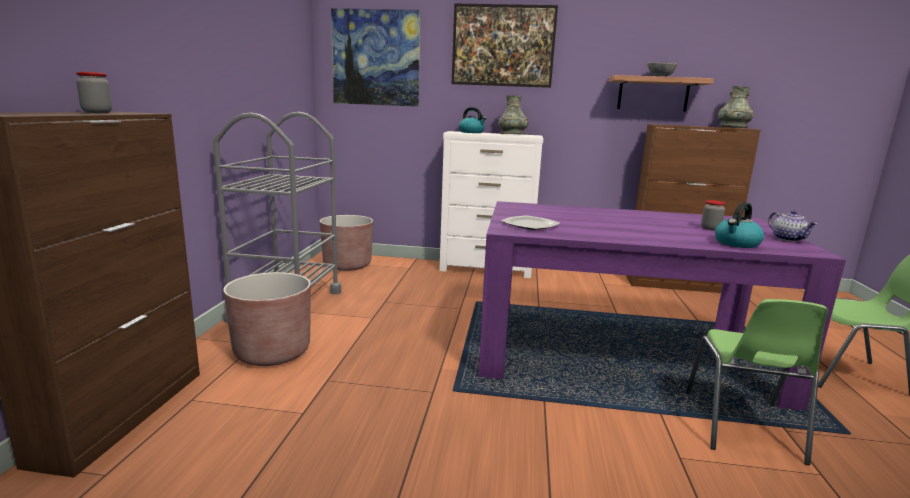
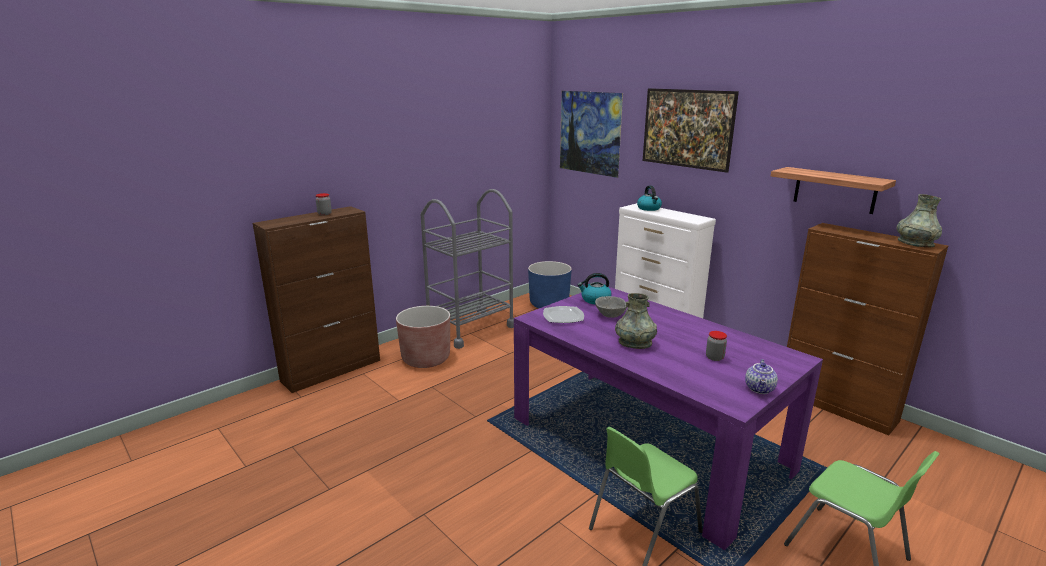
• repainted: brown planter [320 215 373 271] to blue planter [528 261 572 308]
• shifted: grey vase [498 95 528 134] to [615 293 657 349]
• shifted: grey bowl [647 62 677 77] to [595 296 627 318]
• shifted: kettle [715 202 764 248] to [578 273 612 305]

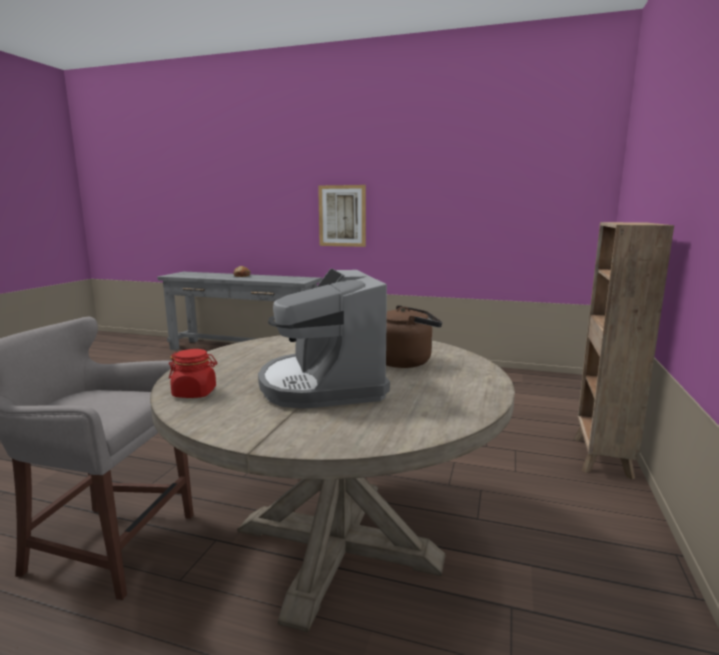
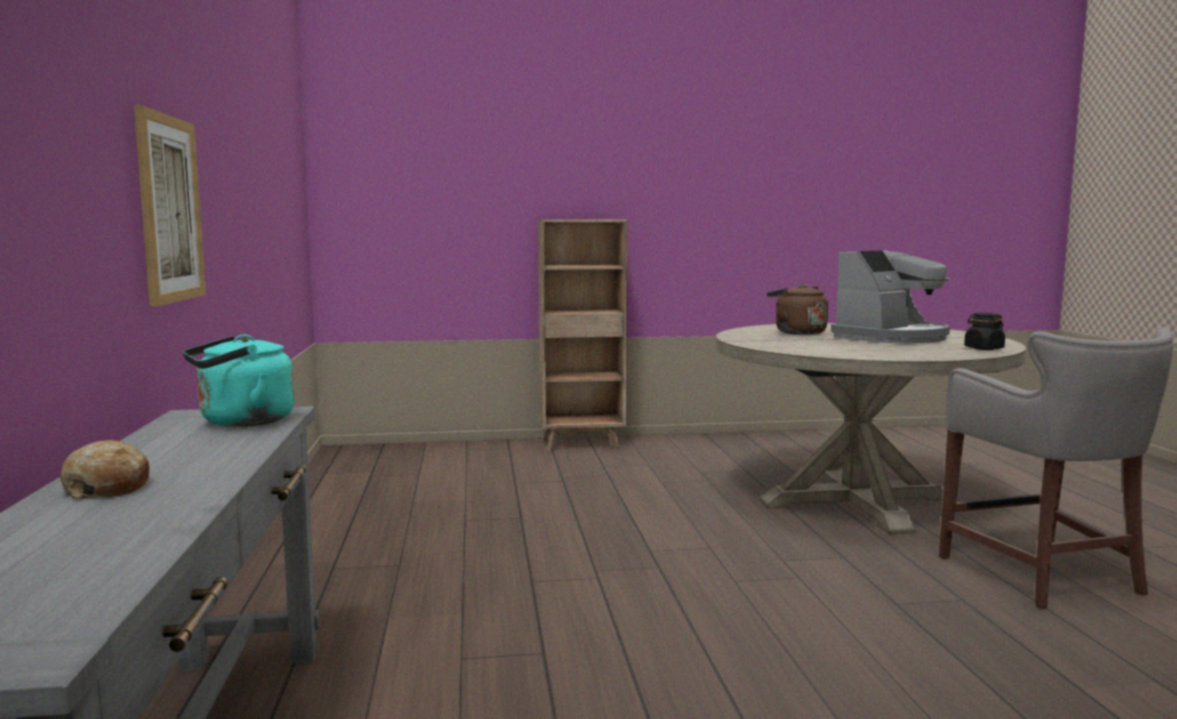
• repainted: red jar [169 349 217 398] to black jar [964 313 1005 350]
• new: turquoise kettle [183 335 295 427]

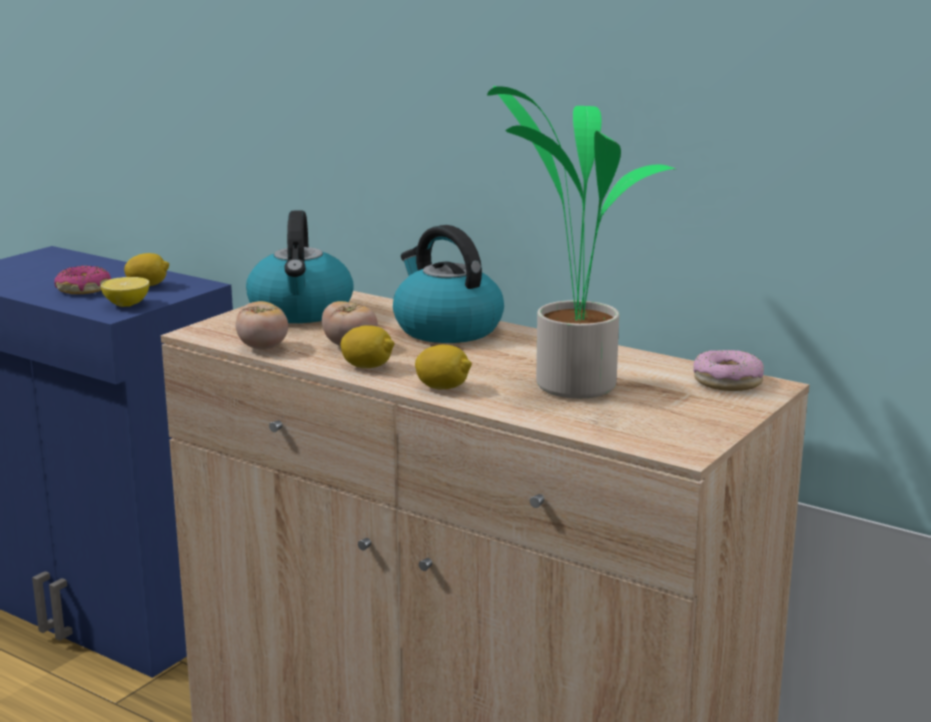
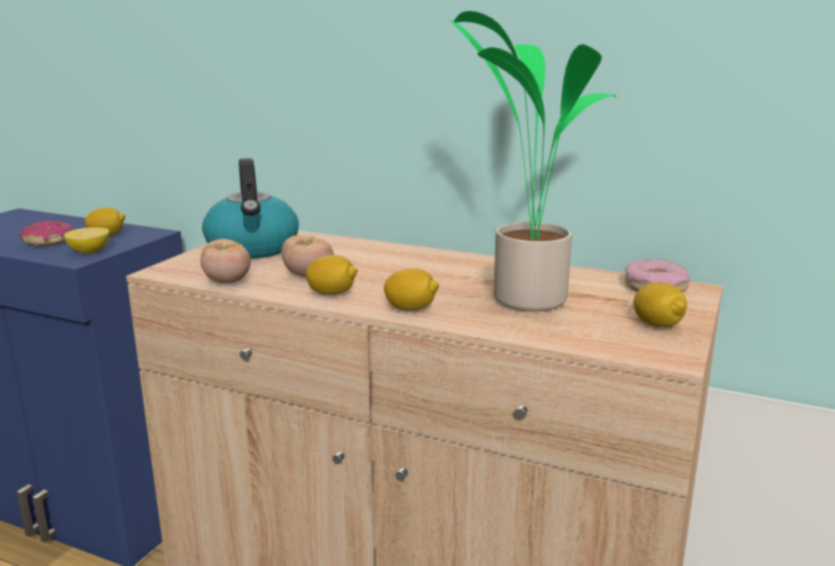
• gone: kettle [393 225 504 343]
• new: lemon [634 282 687 327]

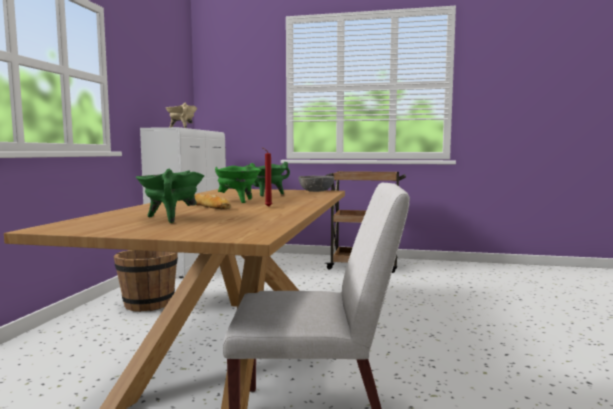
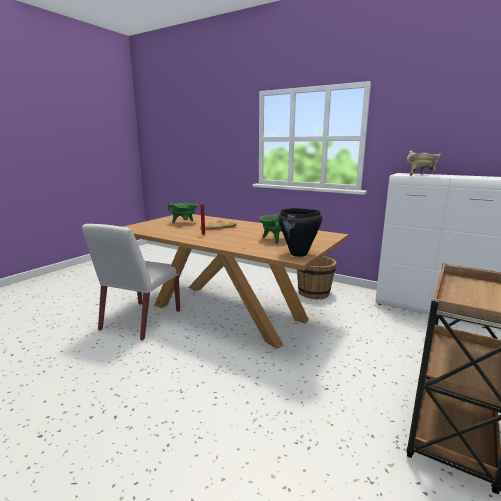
• gone: green cooking pot [215 163 261 203]
• swapped: grey bowl [299 176 334 192] to black cooking pot [278 208 322 257]

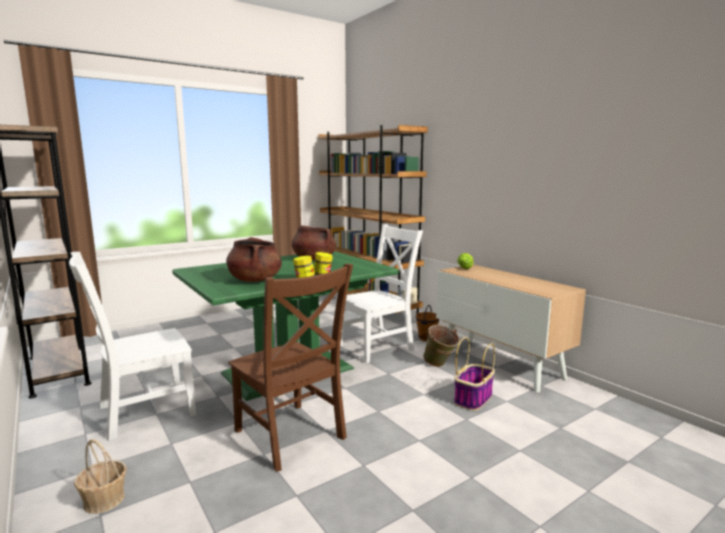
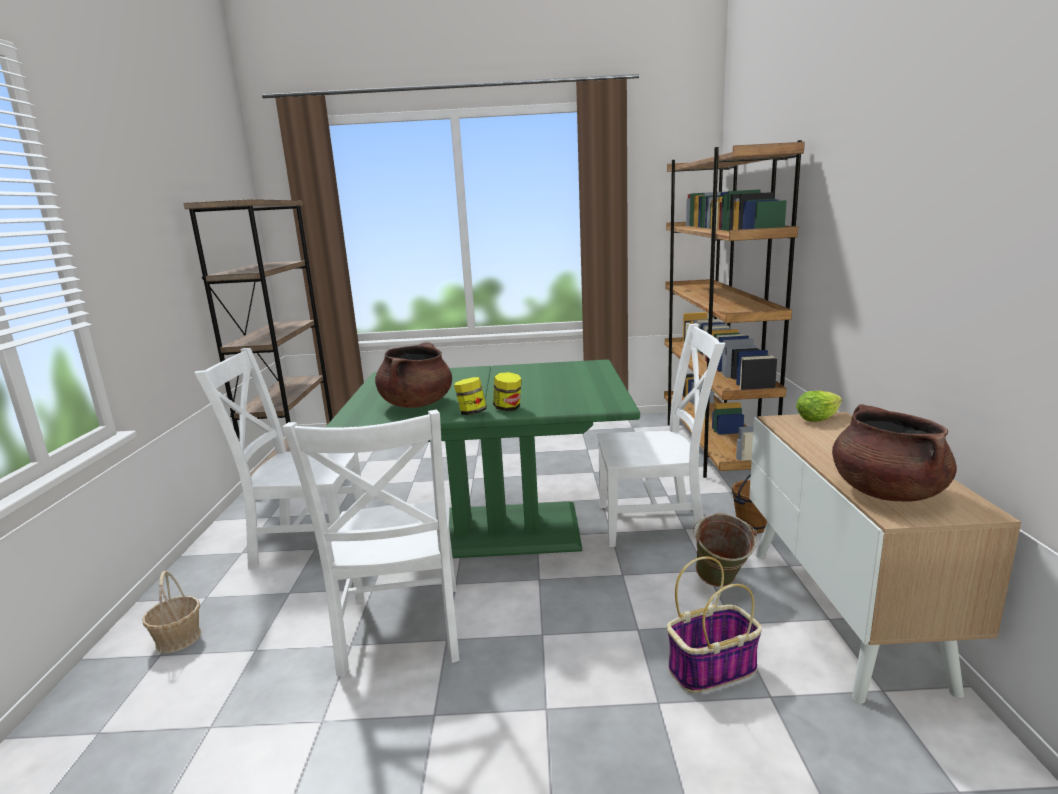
• repainted: brown chair [228 264 353 472] to white chair [282 410 459 677]
• shifted: brown cooking pot [292 225 336 260] to [832 404 957 502]

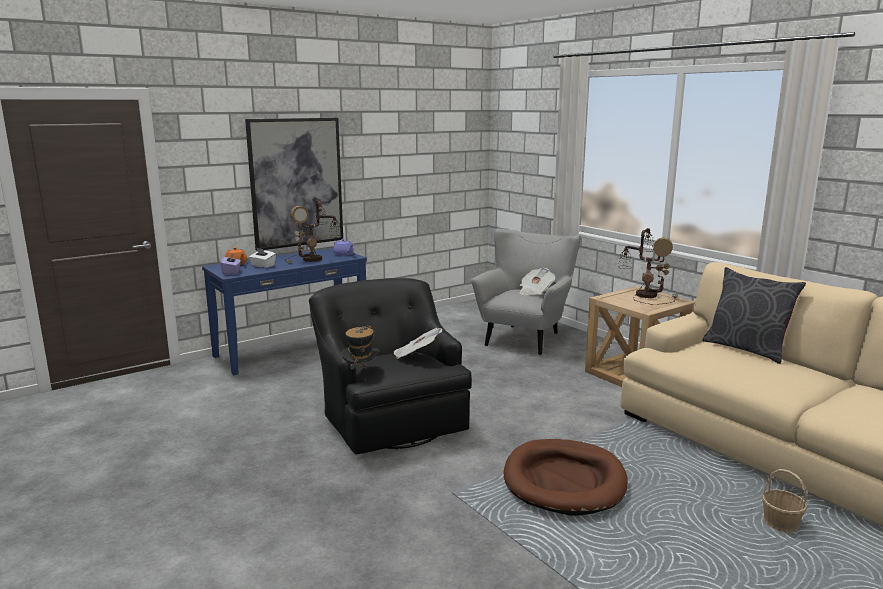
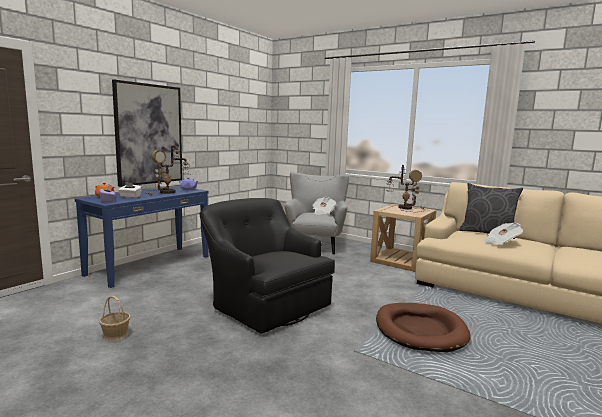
• gone: hat [341 325 379 381]
• shifted: newspaper [394 328 442 359] to [482 223 523 245]
• shifted: basket [762 469 807 532] to [99 296 130 341]

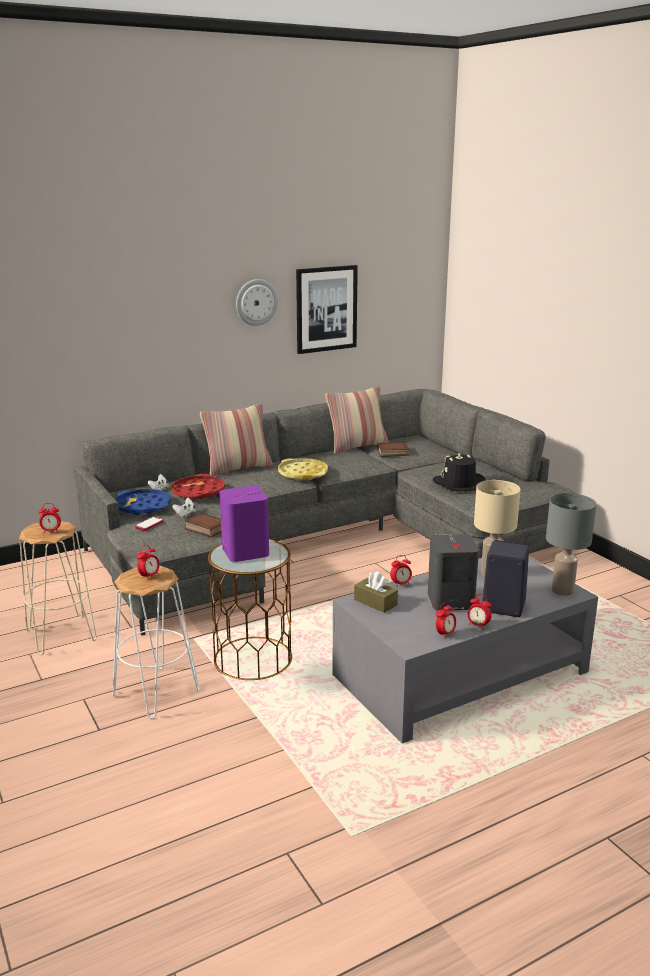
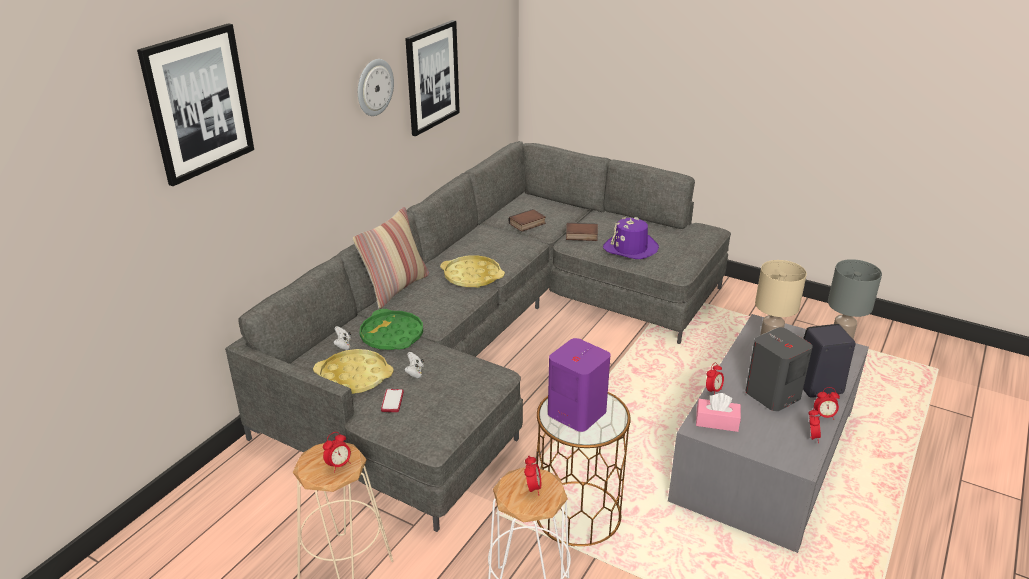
• repainted: blue tray [115 489 171 515] to yellow tray [313 349 394 394]
• repainted: red tray [171 474 225 499] to green tray [360 309 423 350]
• shifted: book [184 513 221 537] to [566 223 598 241]
• gone: pillow [325 386 389 454]
• repainted: brown tissue box [354 571 398 613] to pink tissue box [696 393 741 432]
• repainted: black hat [433 453 486 491] to purple hat [603 217 659 259]
• new: picture [137 23 254 186]

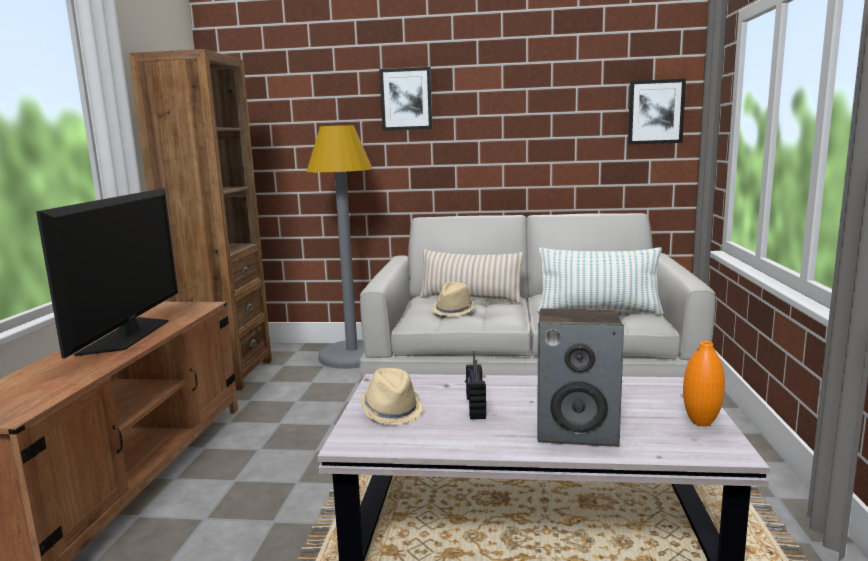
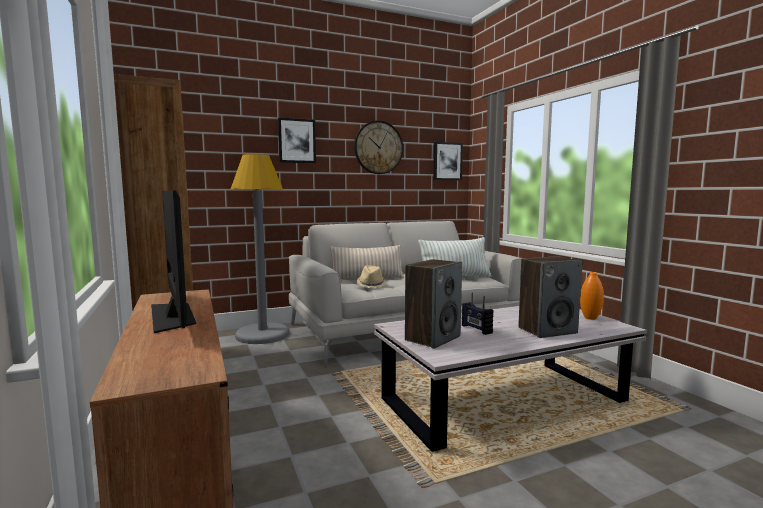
• swapped: beige hat [361 368 424 425] to speaker [405 259 462 349]
• new: wall clock [354 120 403 174]

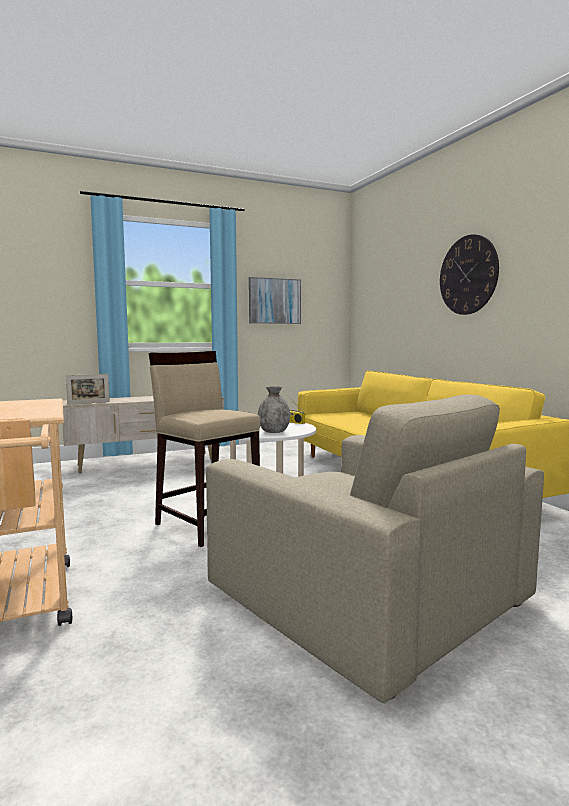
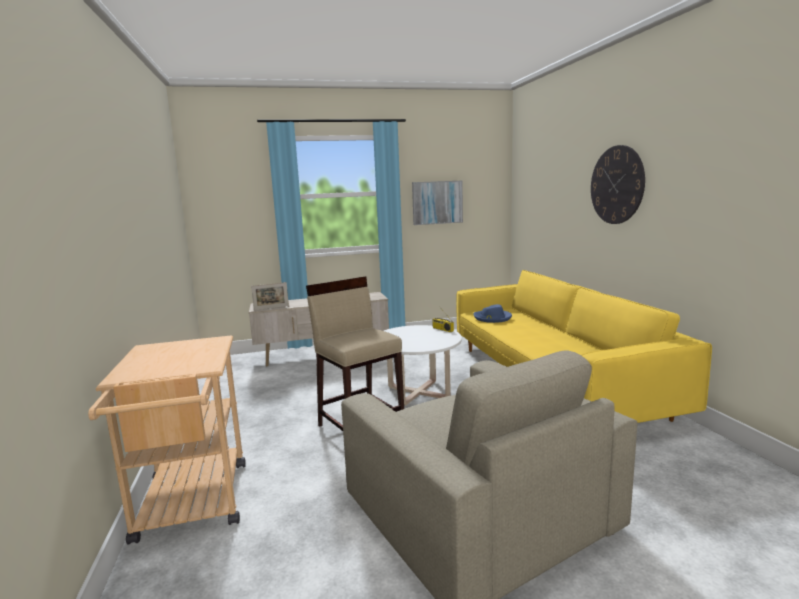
• gone: grey vase [258 386 290 433]
• new: blue hat [473 304 512 323]

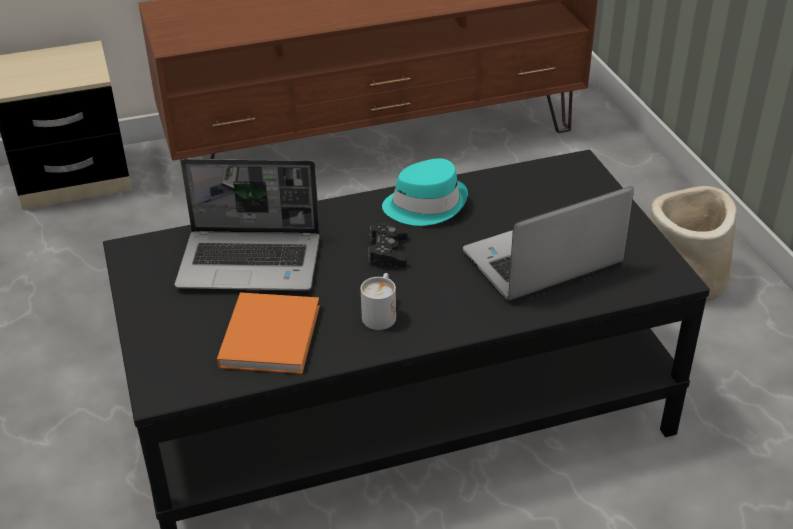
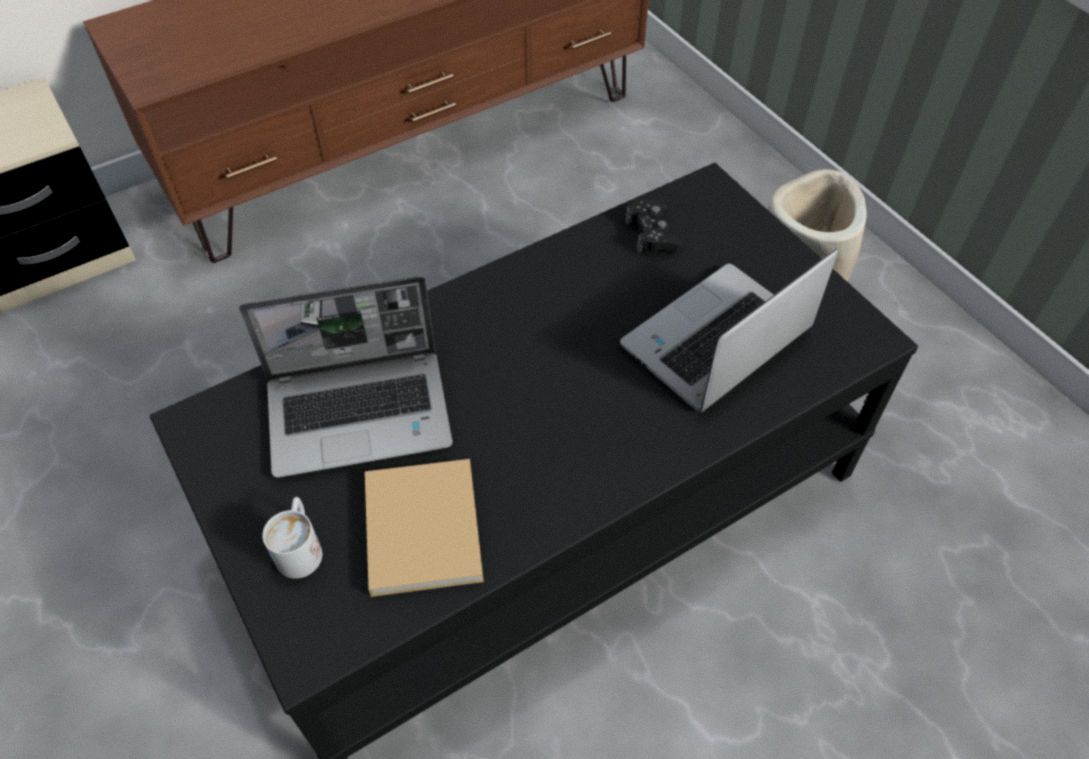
• repainted: orange book [217 292 320 374] to beige book [365 459 484 597]
• shifted: white mug [361 273 396 330] to [262 497 322 579]
• shifted: black game controller [368 222 407 268] to [625 199 682 253]
• gone: turquoise hat [382 158 468 226]

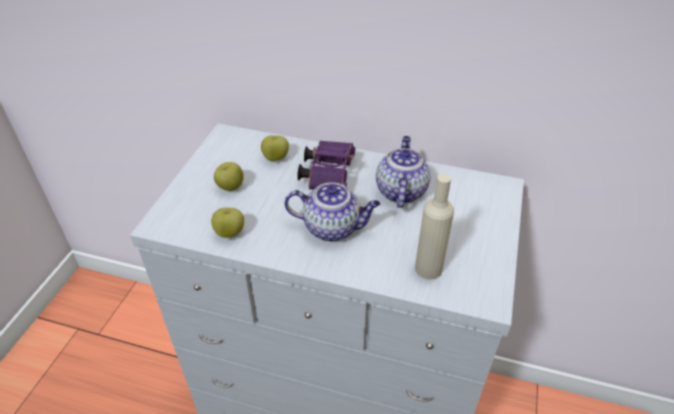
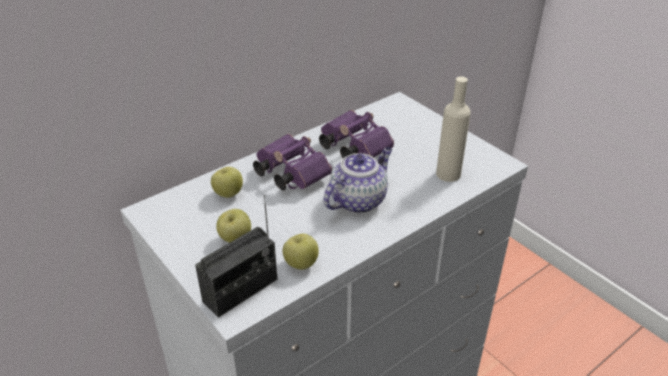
• swapped: teapot [376 136 430 208] to purple binoculars [319 110 394 158]
• new: radio [195 195 277 318]

